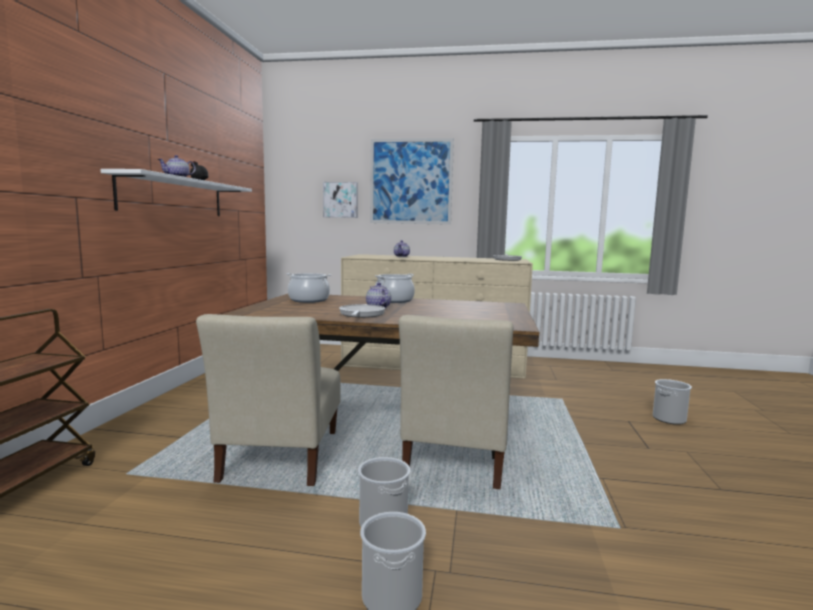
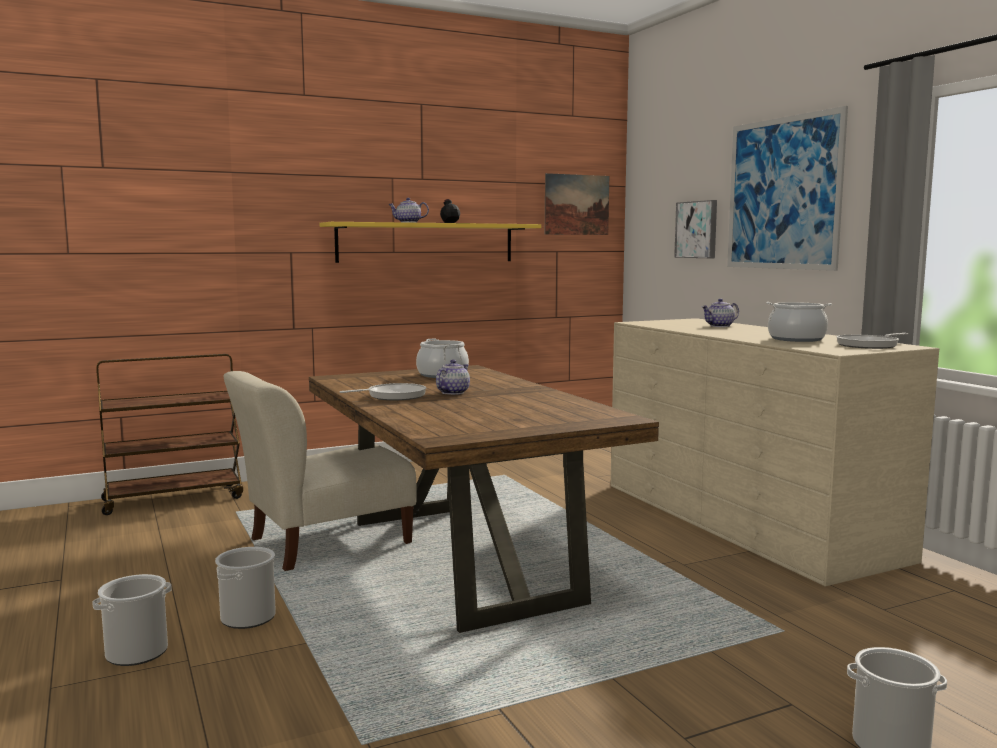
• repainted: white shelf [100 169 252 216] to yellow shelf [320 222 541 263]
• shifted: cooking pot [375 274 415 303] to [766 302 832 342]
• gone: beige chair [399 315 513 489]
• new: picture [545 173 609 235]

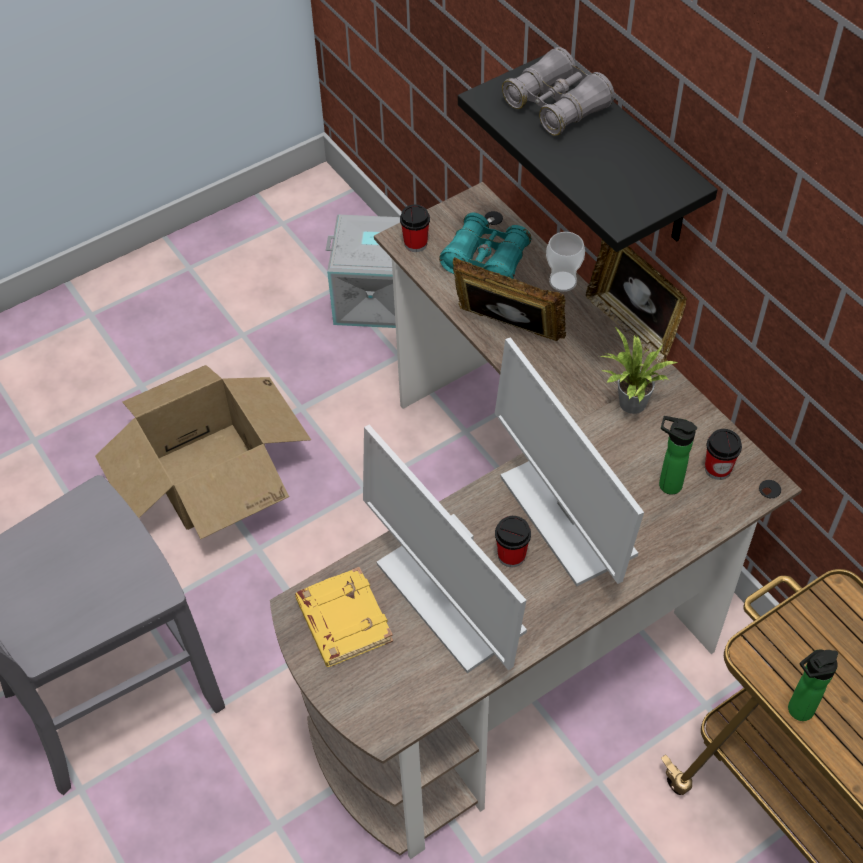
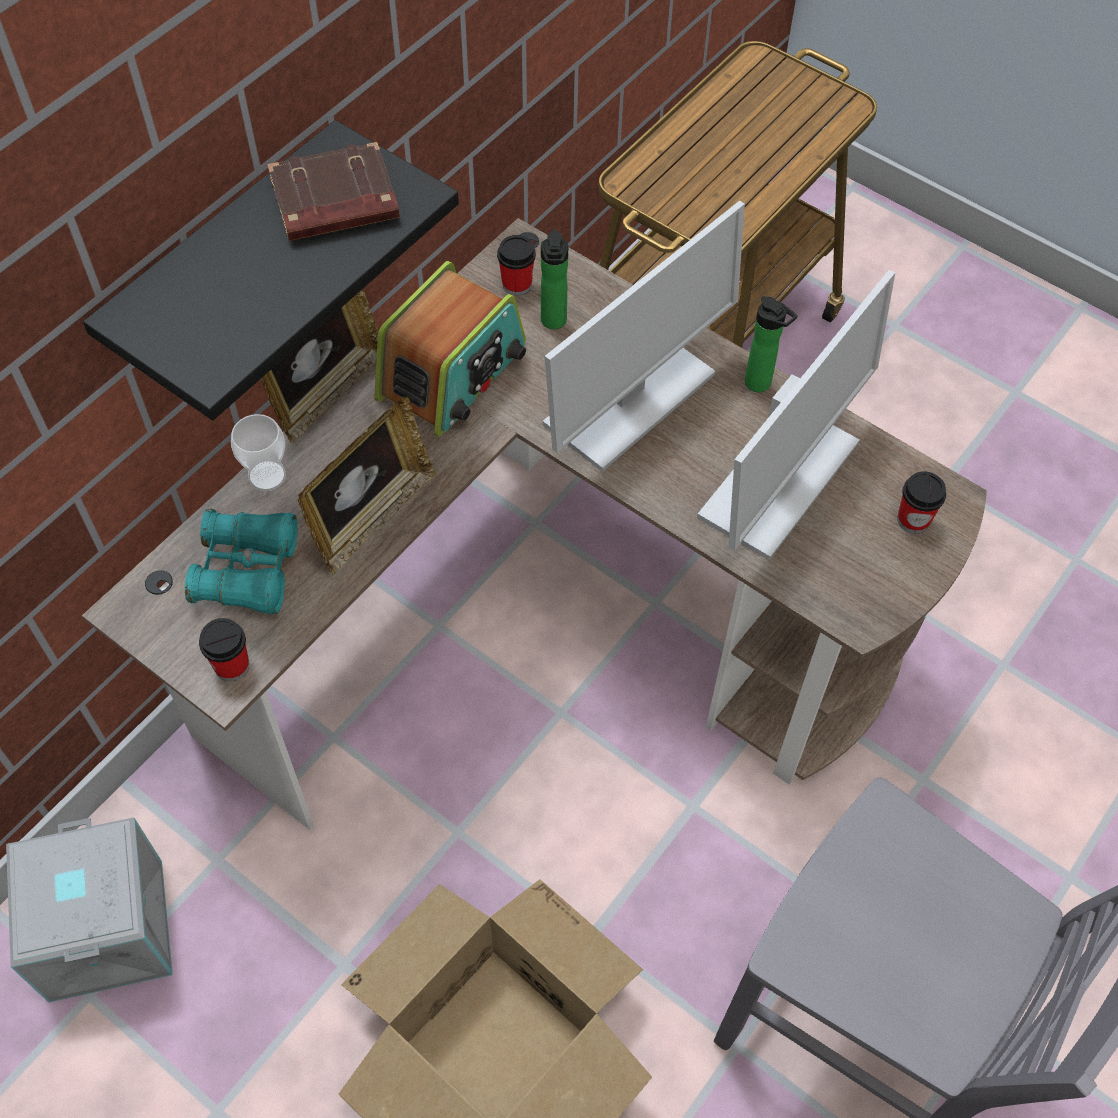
• gone: yellow book [295 567 393 667]
• rotated: picture frame [453 257 566 341] = [298 396 436 575] 150 degrees counterclockwise
• shifted: cup [495 516 531 567] to [898 471 946 534]
• gone: grey binoculars [502 47 615 136]
• swapped: potted plant [599 327 677 414] to radio [374 261 526 437]
• shifted: bottle [788 650 838 721] to [745 296 798 392]
• new: brown book [267 142 400 241]

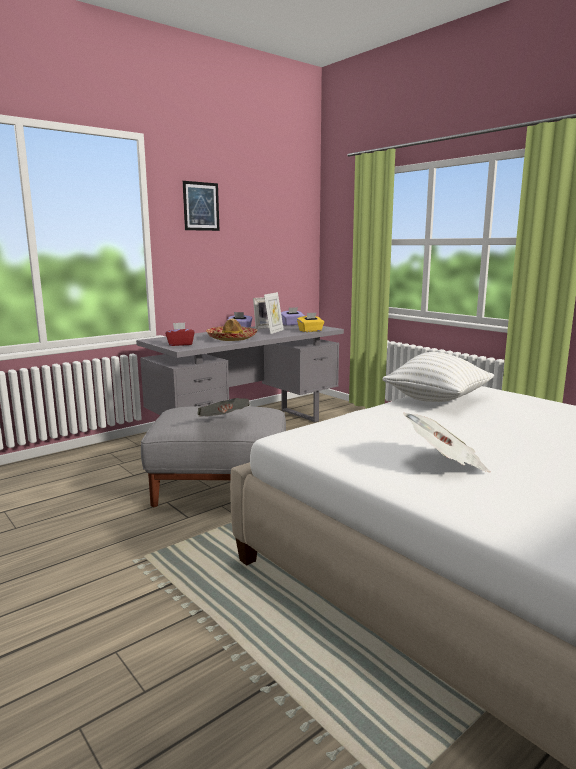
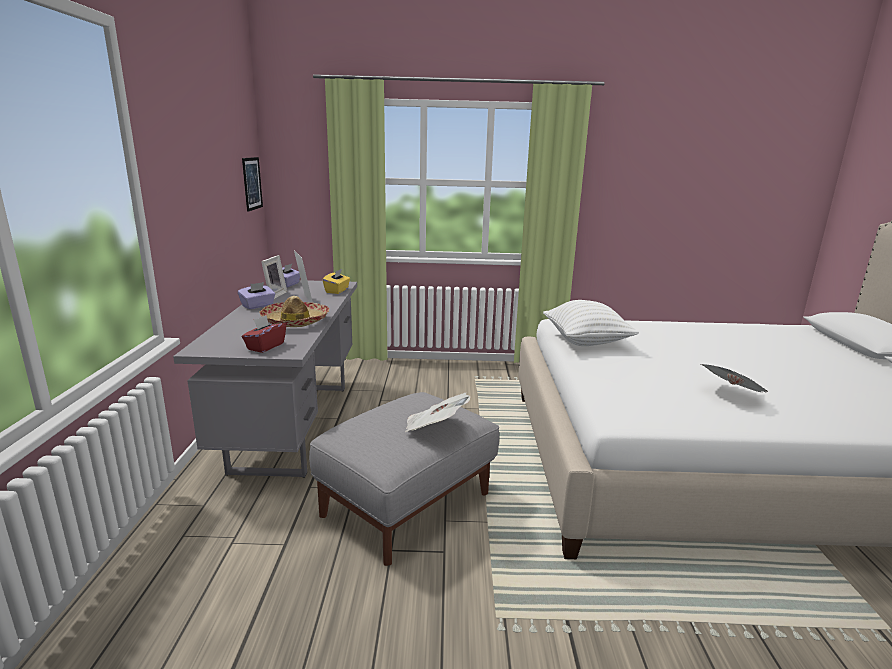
• shifted: picture [183 181 219 231] to [242 157 263 212]

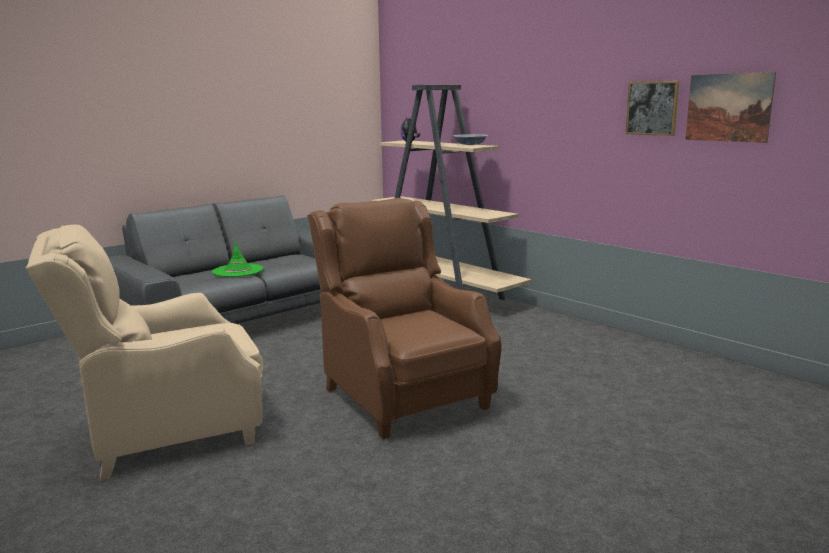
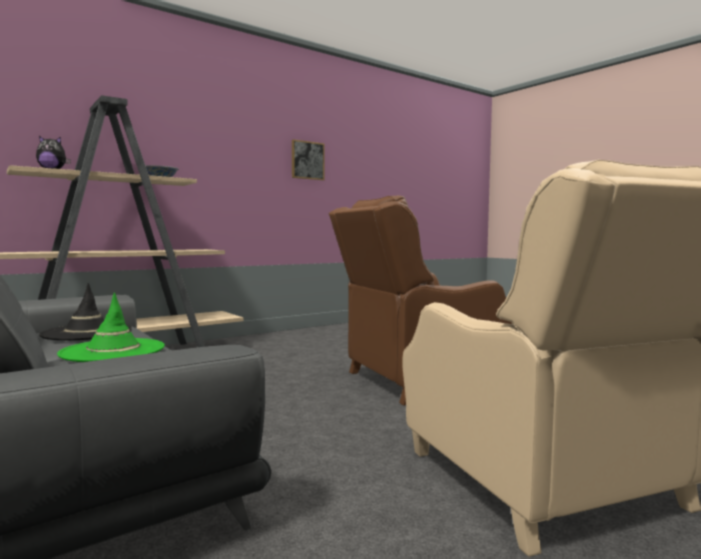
• gone: picture [685 72 776 143]
• new: black hat [39 283 132 340]

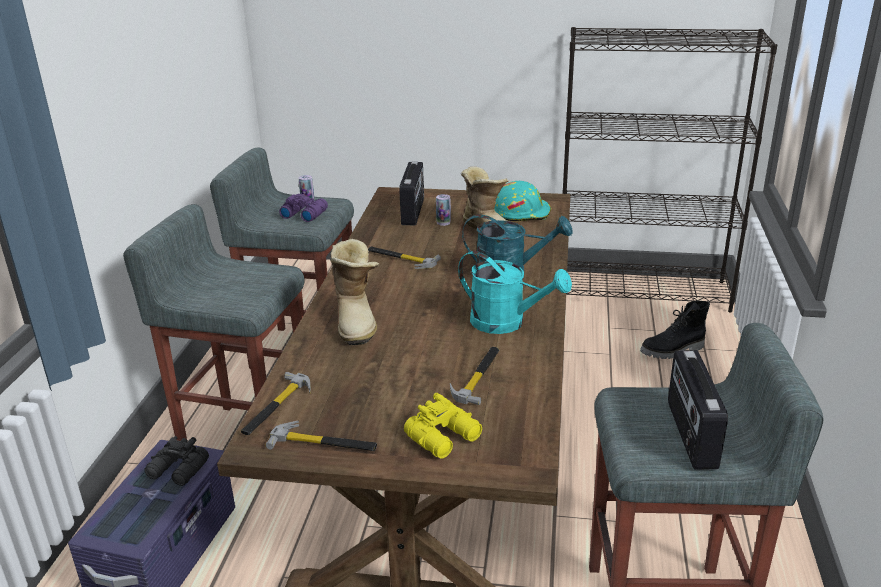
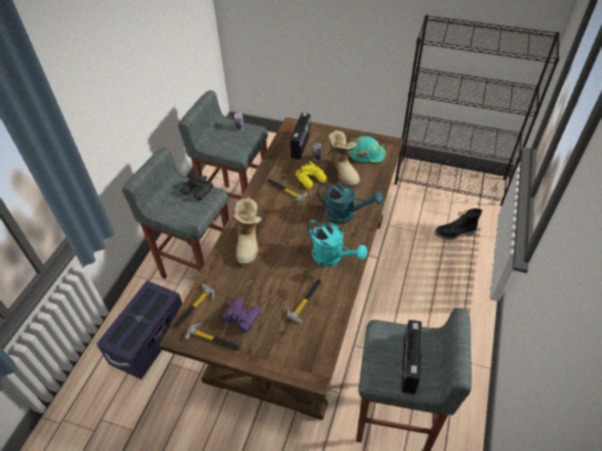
• shifted: black binoculars [144 436 209 486] to [180 174 213 201]
• shifted: purple binoculars [279 194 328 222] to [221 297 261 333]
• shifted: yellow binoculars [404 393 482 459] to [295 161 327 189]

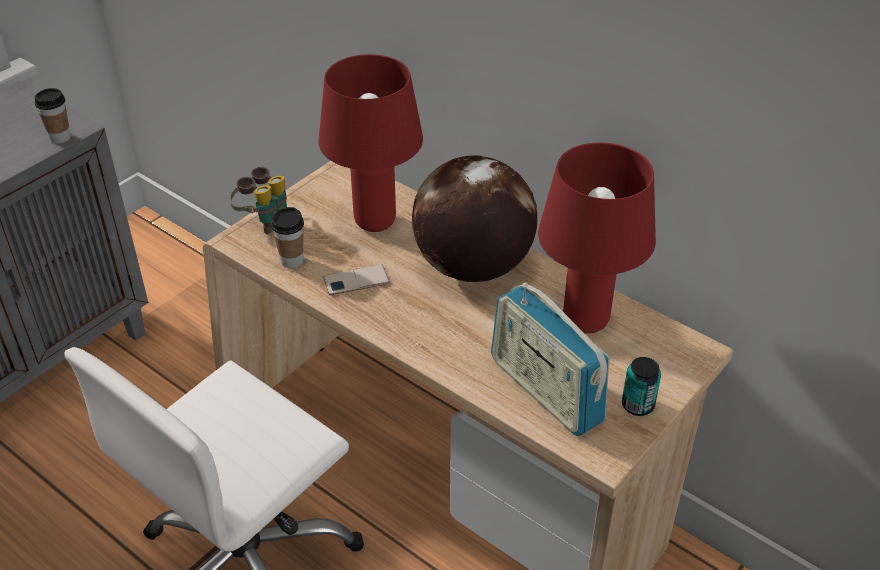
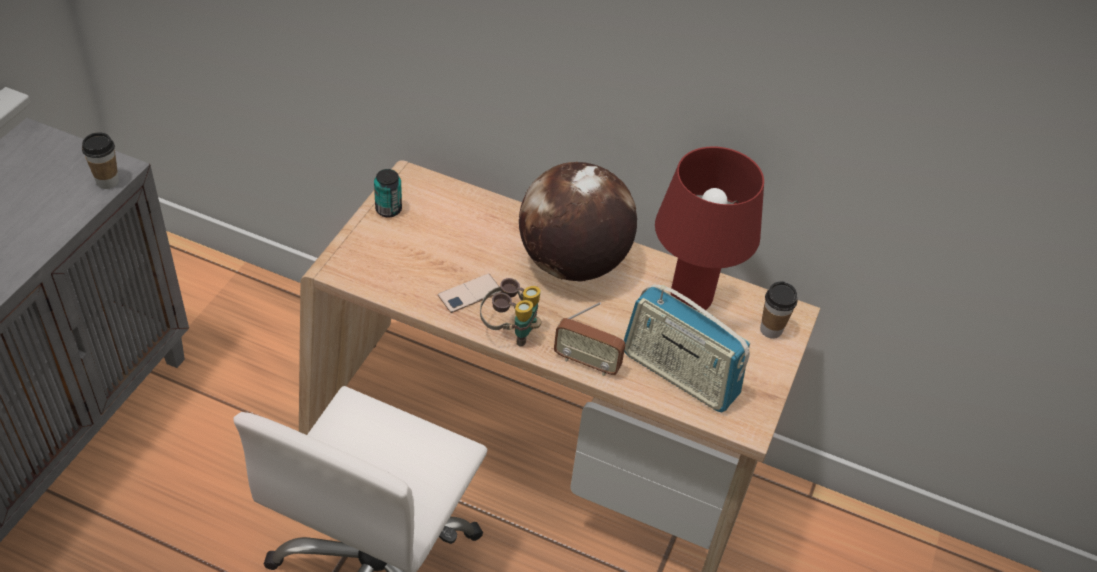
• shifted: binoculars [230 167 287 234] to [480 278 541 347]
• shifted: cup [271 207 304 268] to [760 281 797 339]
• gone: red table lamp [318 54 423 232]
• shifted: can [622 357 661 416] to [374 169 402 218]
• new: radio [554 302 626 376]

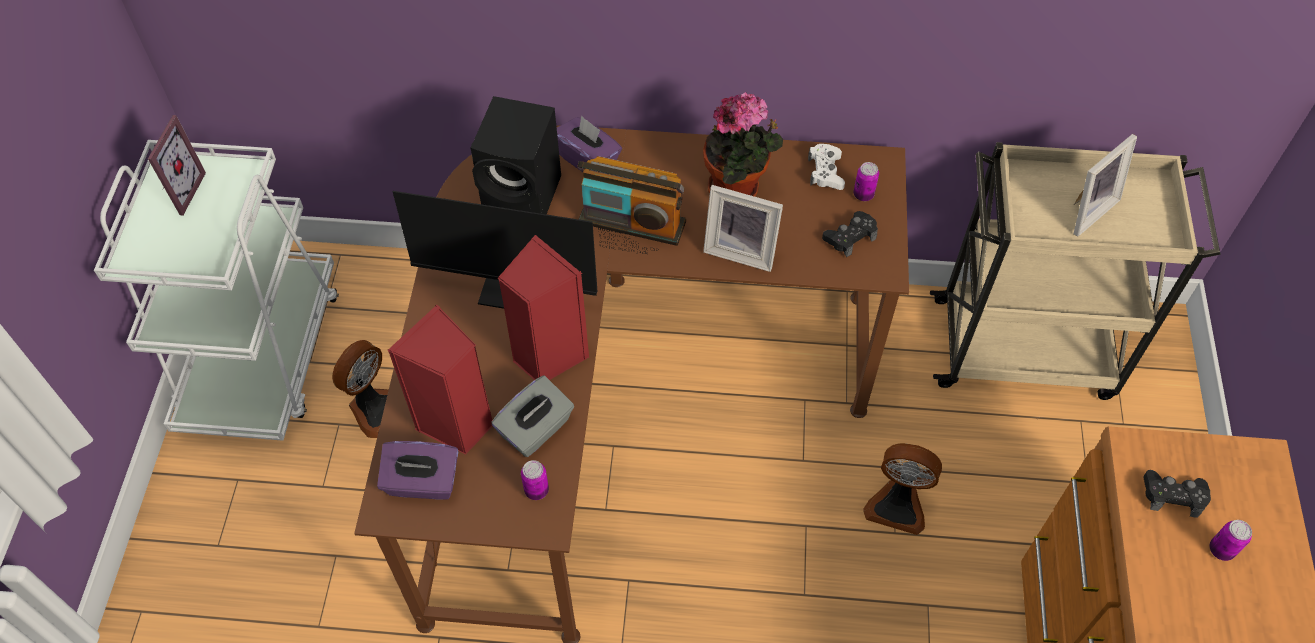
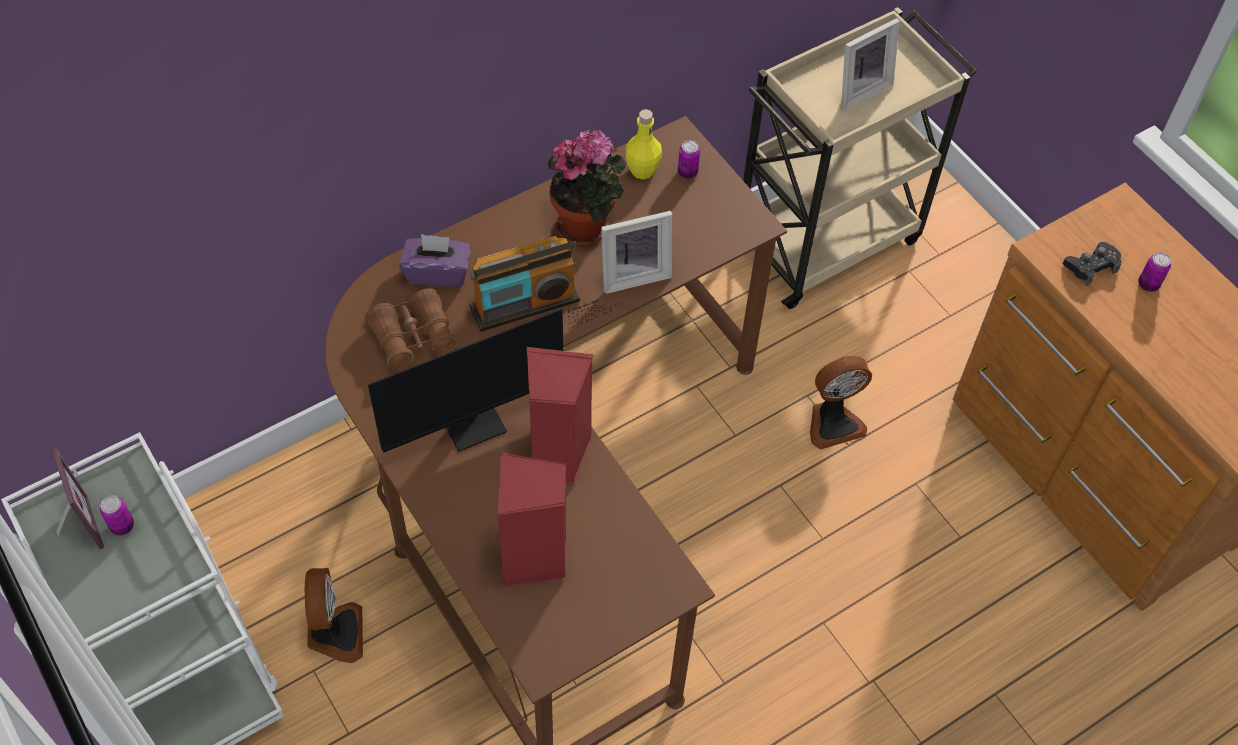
• gone: purple tissue box [377 441 458 500]
• swapped: black speaker [470 96 561 215] to brown binoculars [365 288 458 369]
• gone: grey tissue box [491 376 574 457]
• shifted: can [521 460 549 500] to [100 495 134 536]
• swapped: white game controller [808 144 845 190] to yellow bottle [625 109 662 179]
• gone: black game controller [822 211 878 257]
• rotated: picture frame [1074 134 1137 236] = [841 18 900 111] 45 degrees clockwise

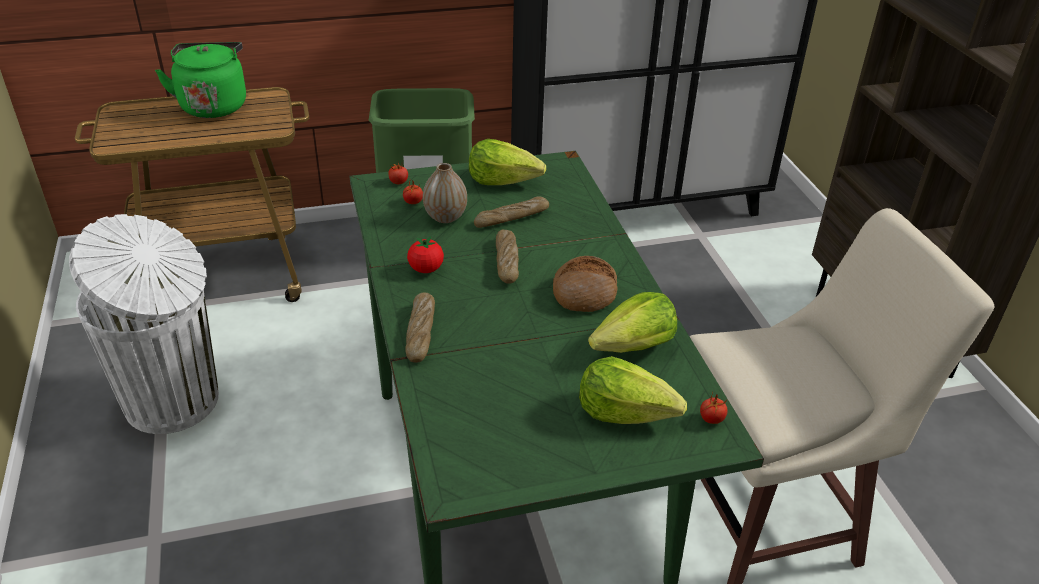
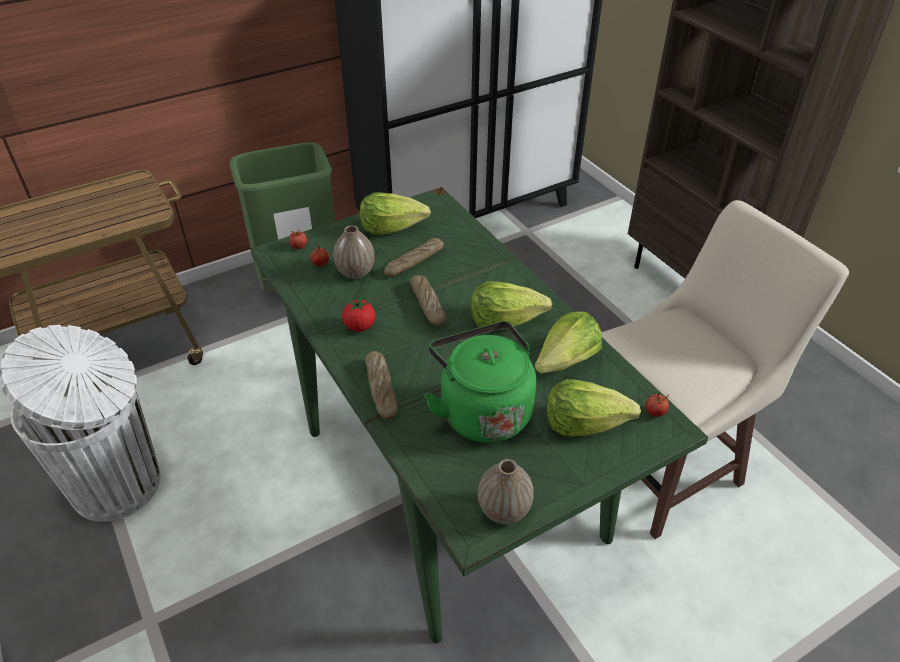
• shifted: green kettle [155 42 246 118] to [424 321 536 443]
• swapped: bread [553 256 618 312] to lettuce [471 281 552 330]
• new: vase [478 459 534 524]

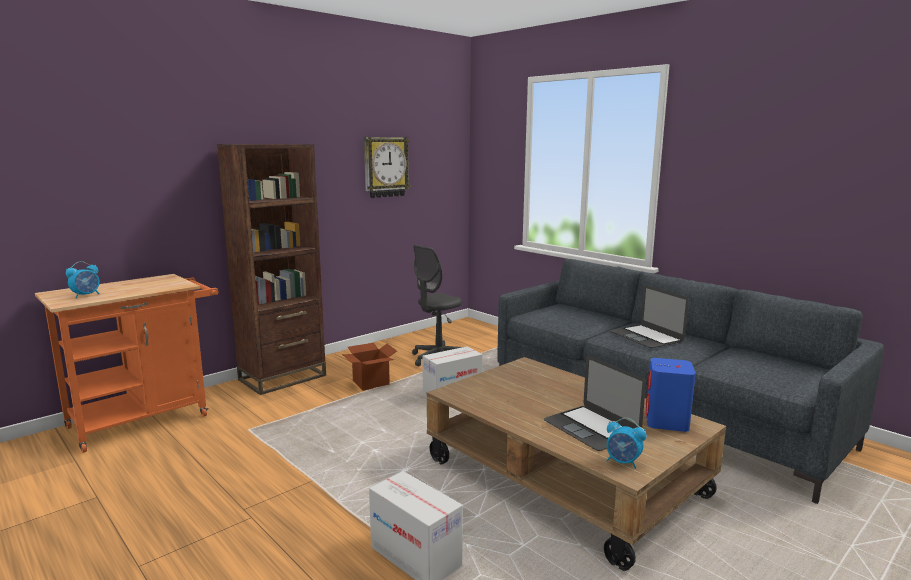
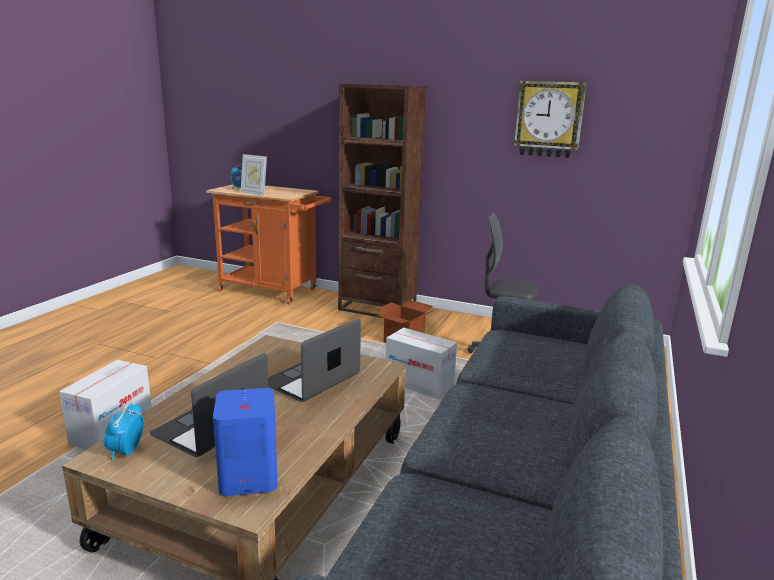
• shifted: laptop [610 285 689 348] to [268 319 361 402]
• new: picture frame [241 154 267 196]

